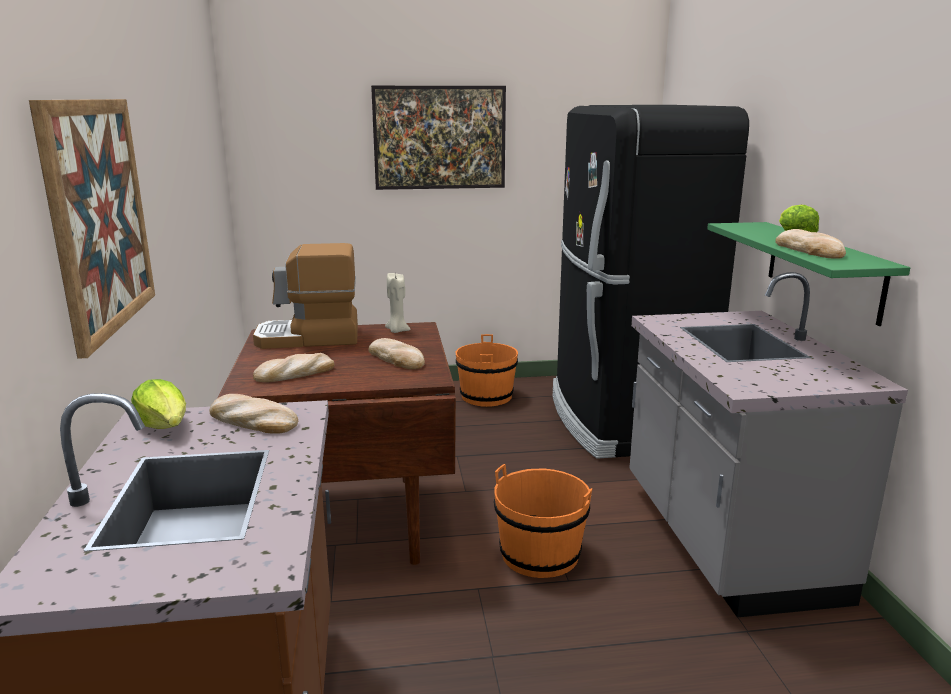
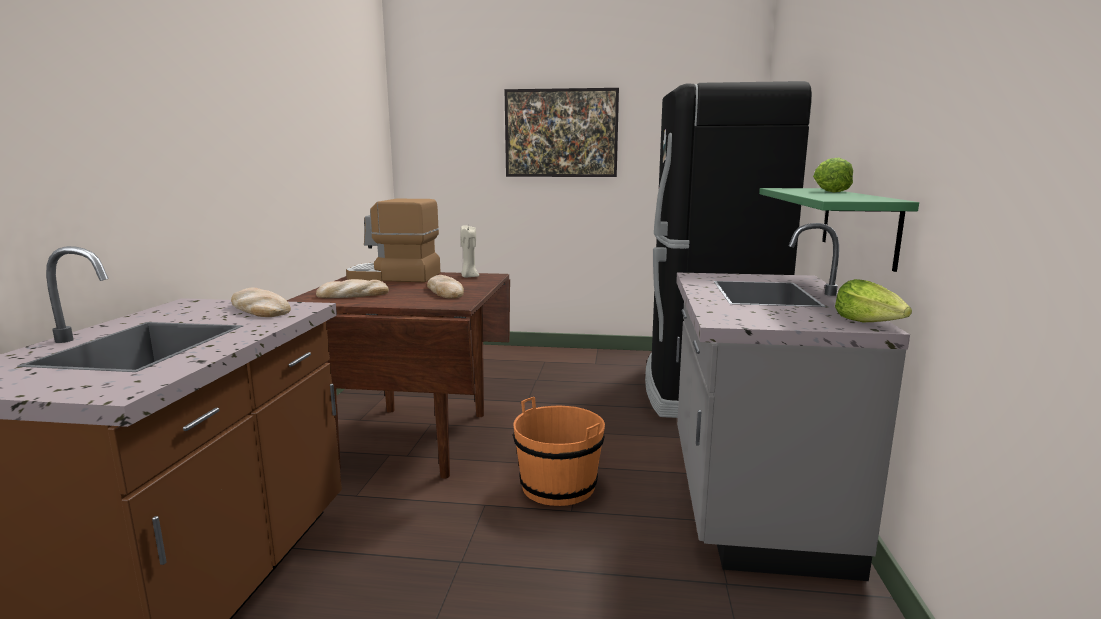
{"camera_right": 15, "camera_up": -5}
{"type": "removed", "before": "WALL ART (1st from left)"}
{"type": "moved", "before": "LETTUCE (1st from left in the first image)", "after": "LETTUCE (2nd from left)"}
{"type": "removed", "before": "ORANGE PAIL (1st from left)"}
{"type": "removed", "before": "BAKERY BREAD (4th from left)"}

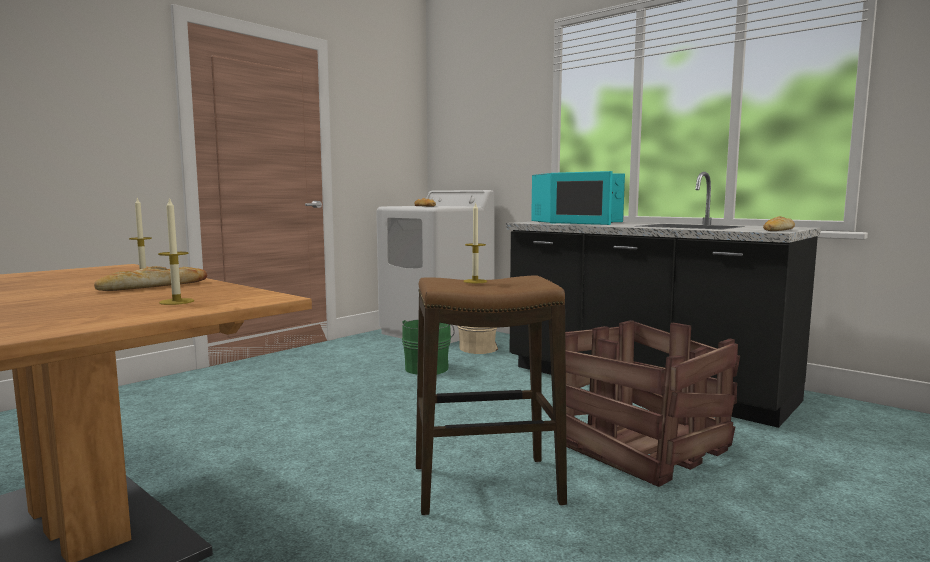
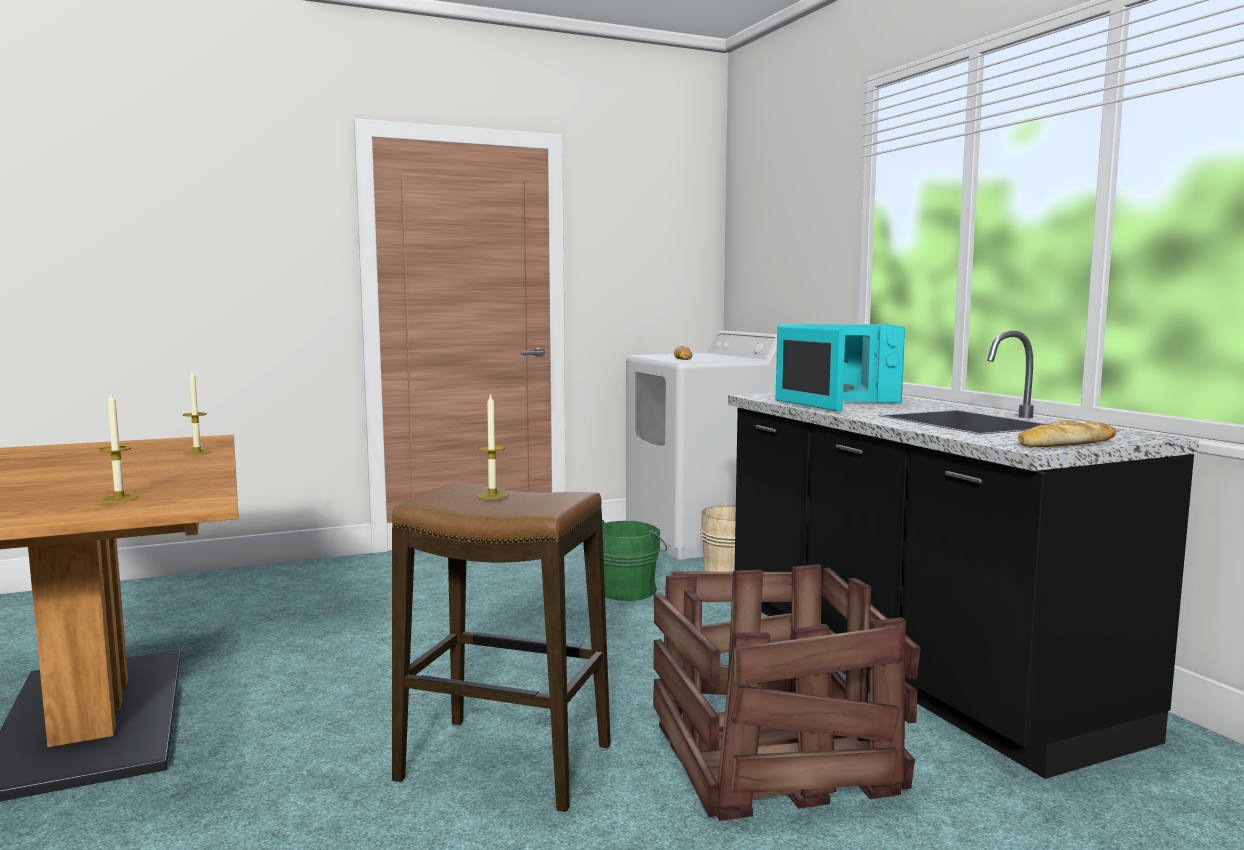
{"camera_right": 25, "camera_up": 0}
{"type": "removed", "before": "BAKERY BREAD (1st from left)"}

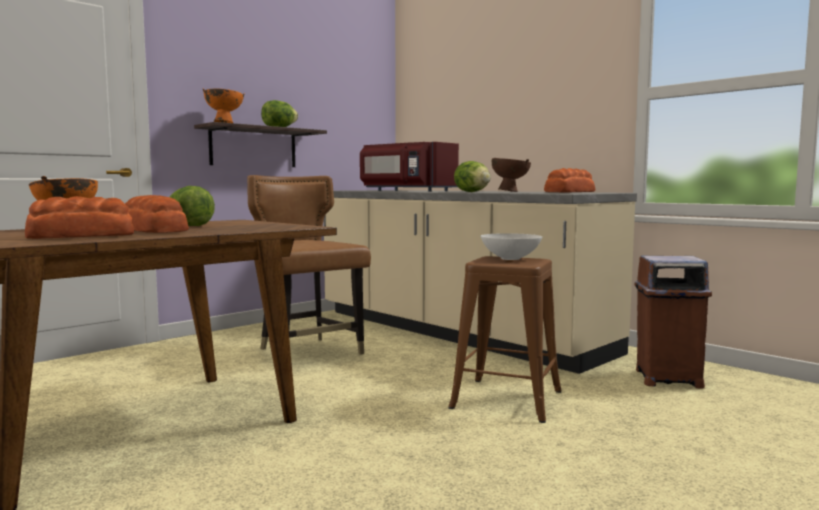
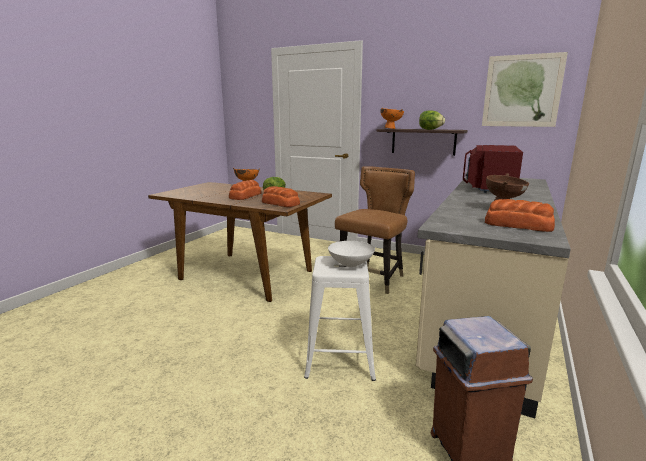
{"camera_right": 70, "camera_up": 10}
{"type": "moved", "before": "BAKERY BREAD (1st from left in the first image)", "after": "BAKERY BREAD (2nd from left)"}
{"type": "recoloured", "before": "BROWN-COLOURED SITTING STOOL", "after": "WHITE SITTING STOOL"}
{"type": "removed", "before": "LETTUCE (3rd from left)"}
{"type": "added", "after": "WALL ART"}

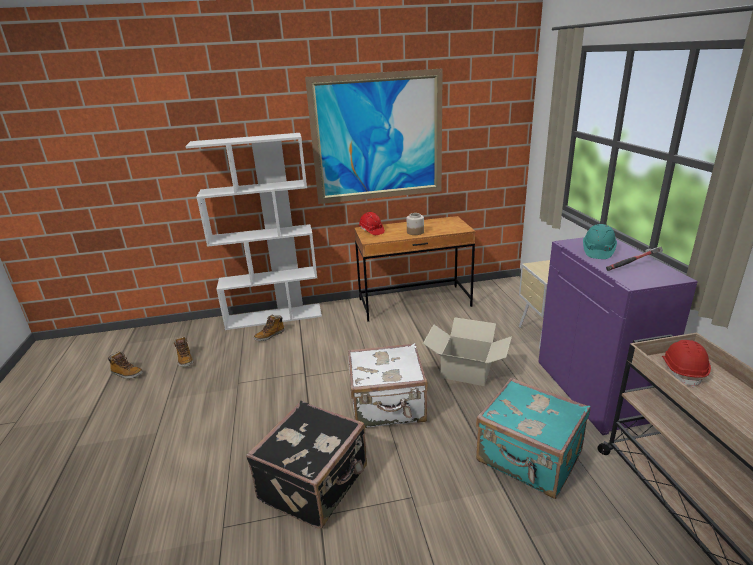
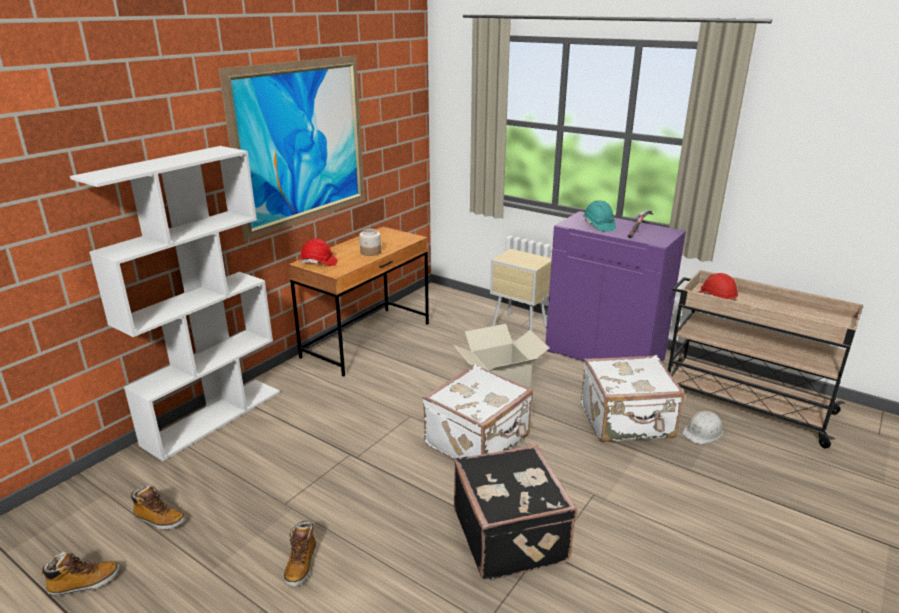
{"camera_right": -45, "camera_up": 0}
{"type": "moved", "before": "TALL BOOT (3rd from left)"}
{"type": "recoloured", "before": "BLUE-GREEN SUITCASE", "after": "WHITE SUITCASE (2nd from left)"}
{"type": "added", "after": "WHITE HARD HAT"}

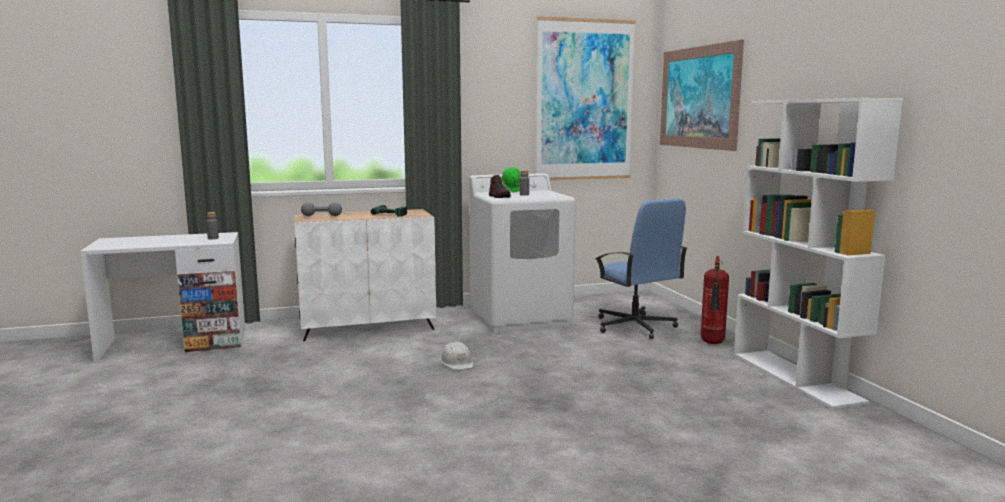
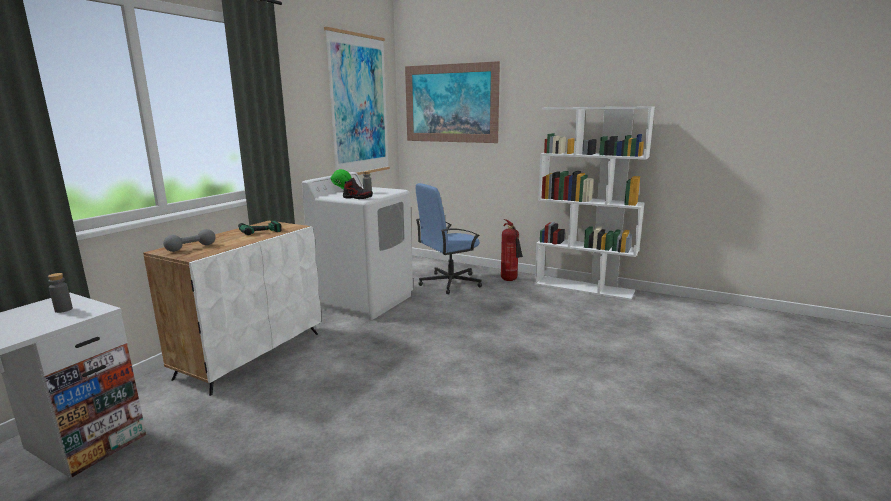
{"camera_right": -45, "camera_up": 5}
{"type": "removed", "before": "WHITE HARD HAT"}
{"type": "turned", "before": "BLUE OFFICE CHAIR", "turn": 135}

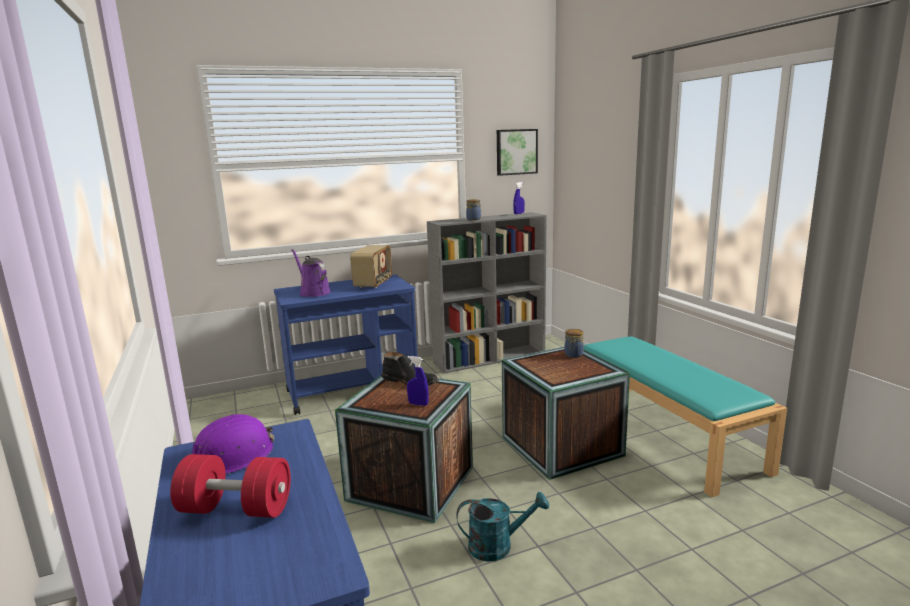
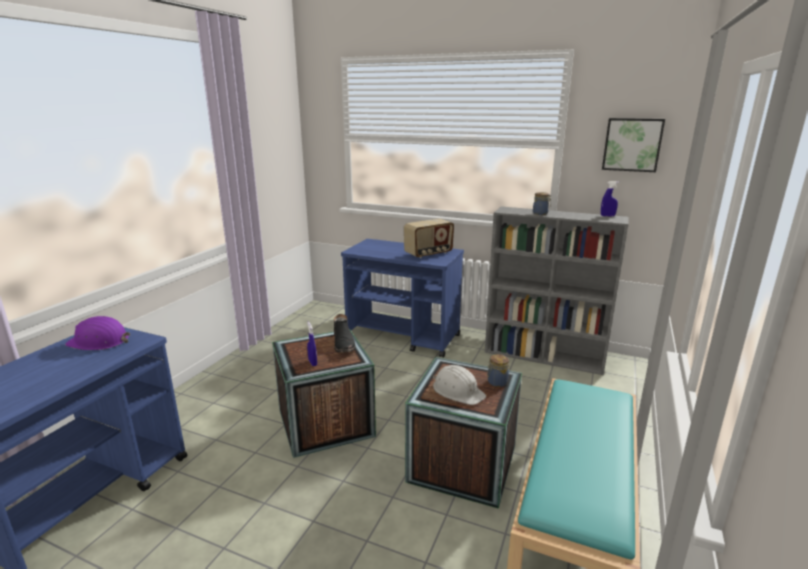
{"camera_right": 45, "camera_up": 5}
{"type": "removed", "before": "RED FREE WEIGHT"}
{"type": "removed", "before": "PURPLE WATERING POT"}
{"type": "removed", "before": "BLUE-GREEN WATERING POT"}
{"type": "added", "after": "WHITE HARD HAT"}

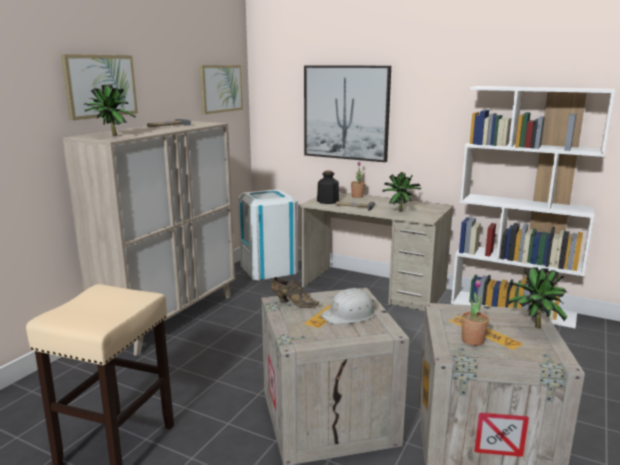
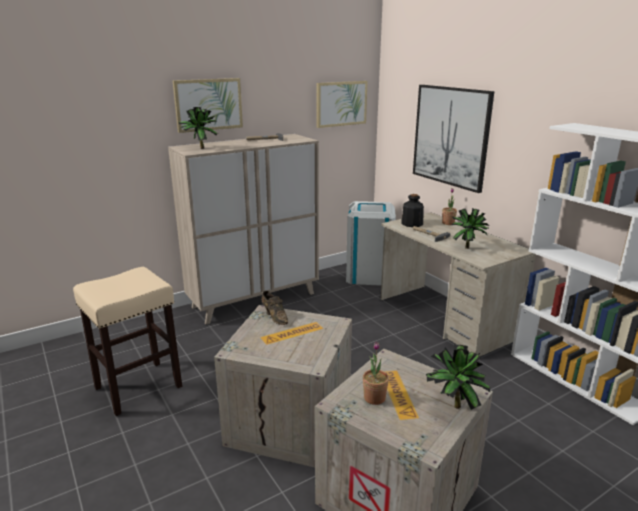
{"camera_right": 30, "camera_up": 5}
{"type": "removed", "before": "WHITE HARD HAT"}

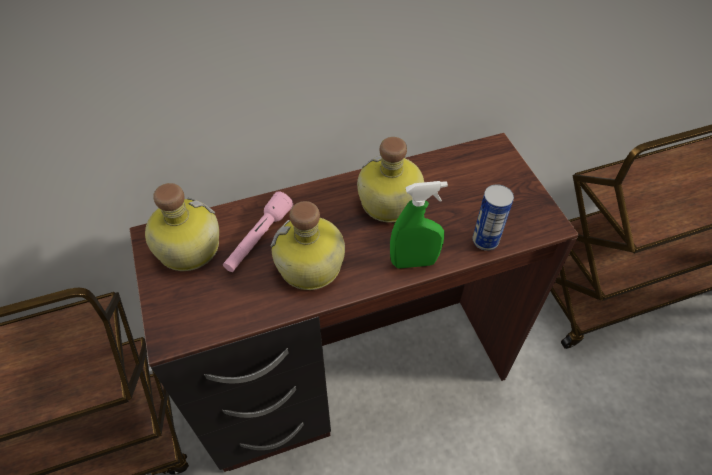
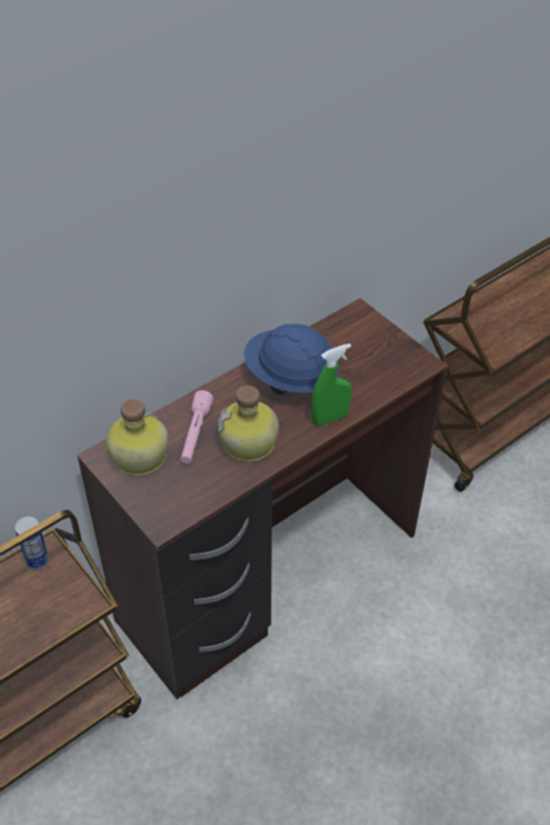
{"camera_right": -20, "camera_up": -5}
{"type": "replaced", "before": "DRINK BOTTLE (3rd from left)", "after": "BLUE HARD HAT"}
{"type": "moved", "before": "METAL CAN"}

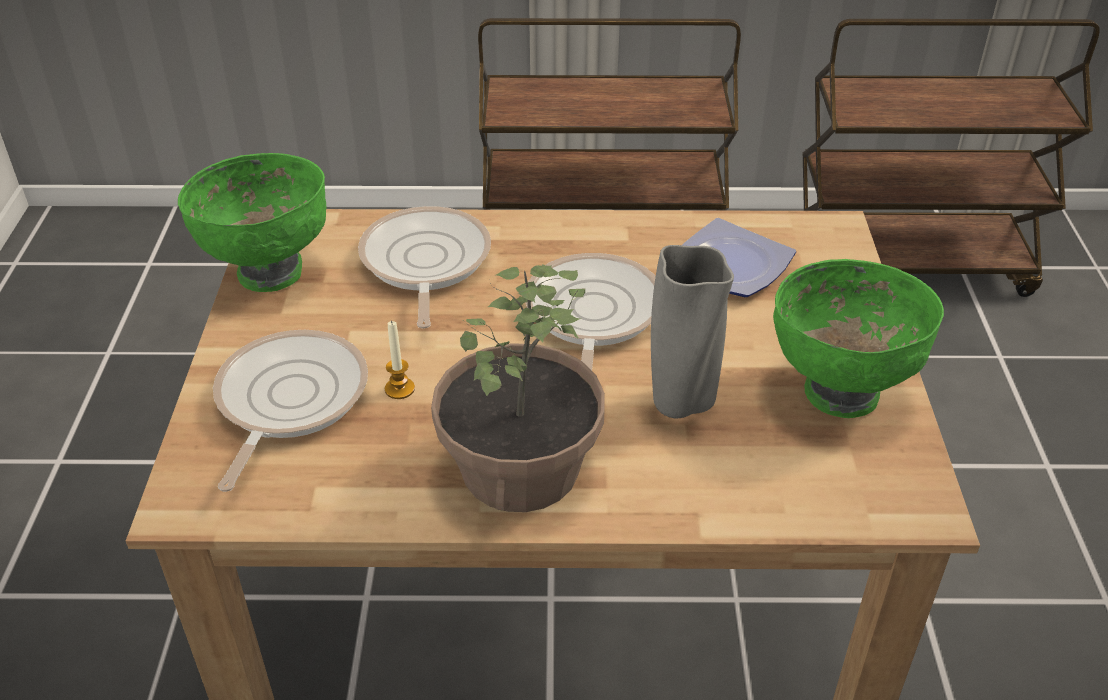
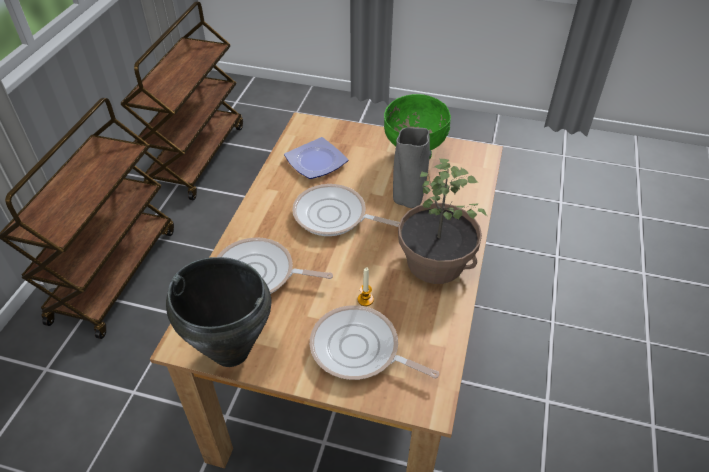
{"camera_right": -75, "camera_up": 5}
{"type": "replaced", "before": "GREEN-COLOURED SERVING BOWL (1st from left)", "after": "BLACK SAUCEPOT"}

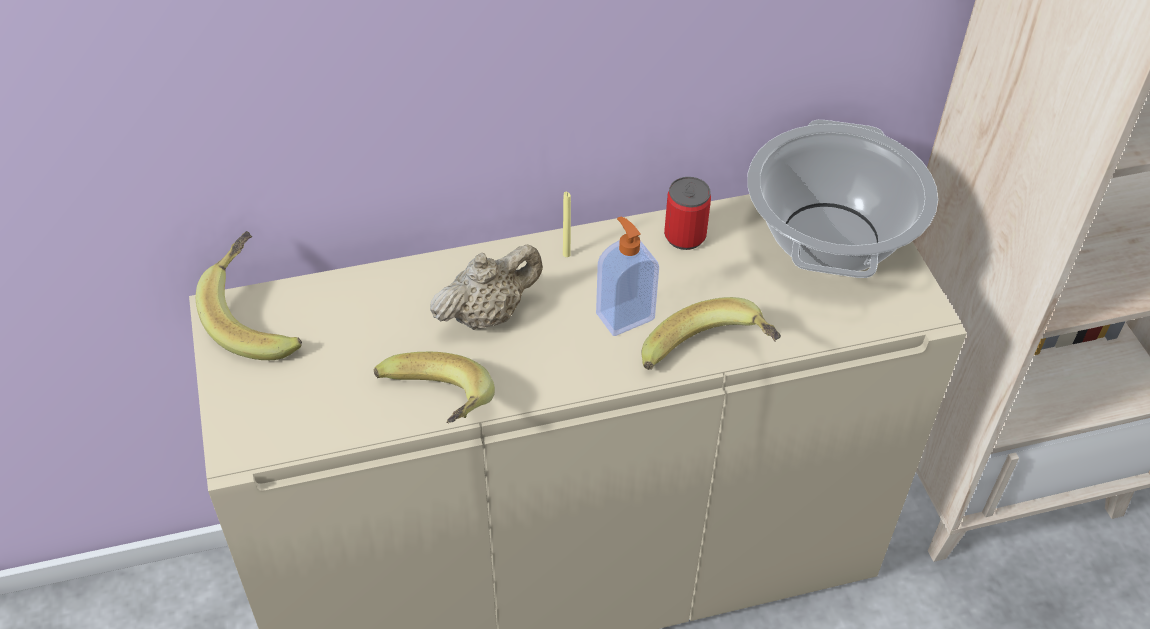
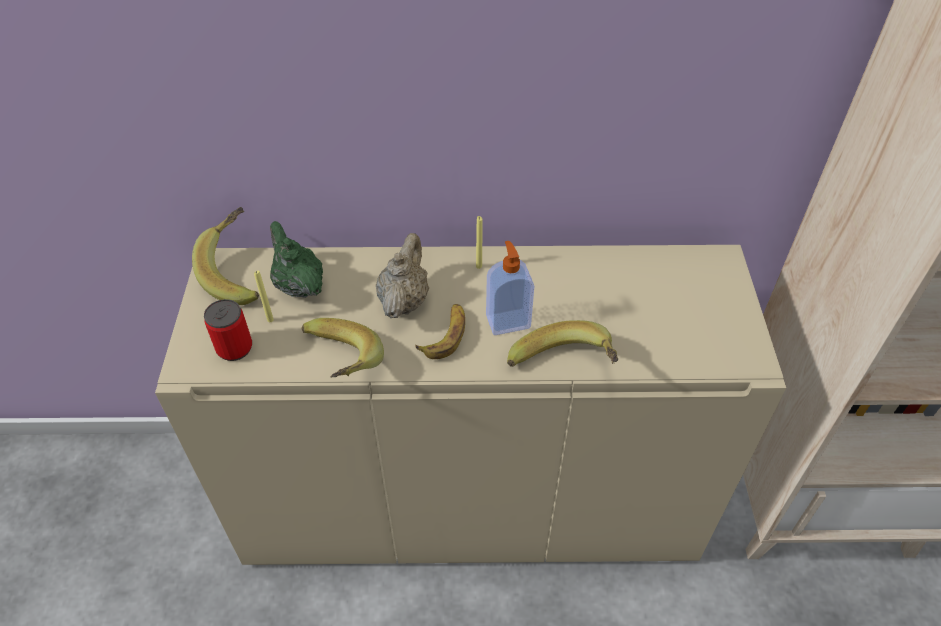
{"camera_right": 15, "camera_up": 0}
{"type": "turned", "before": "BEIGE-COLOURED TEAPOT", "turn": -60}
{"type": "moved", "before": "METAL CAN"}
{"type": "removed", "before": "SAUCEPOT"}
{"type": "added", "after": "YELLOWISH WAX CANDLE (1st from left)"}
{"type": "added", "after": "GREEN-COLOURED TEAPOT"}
{"type": "added", "after": "BANANA FRUIT (3rd from left)"}

